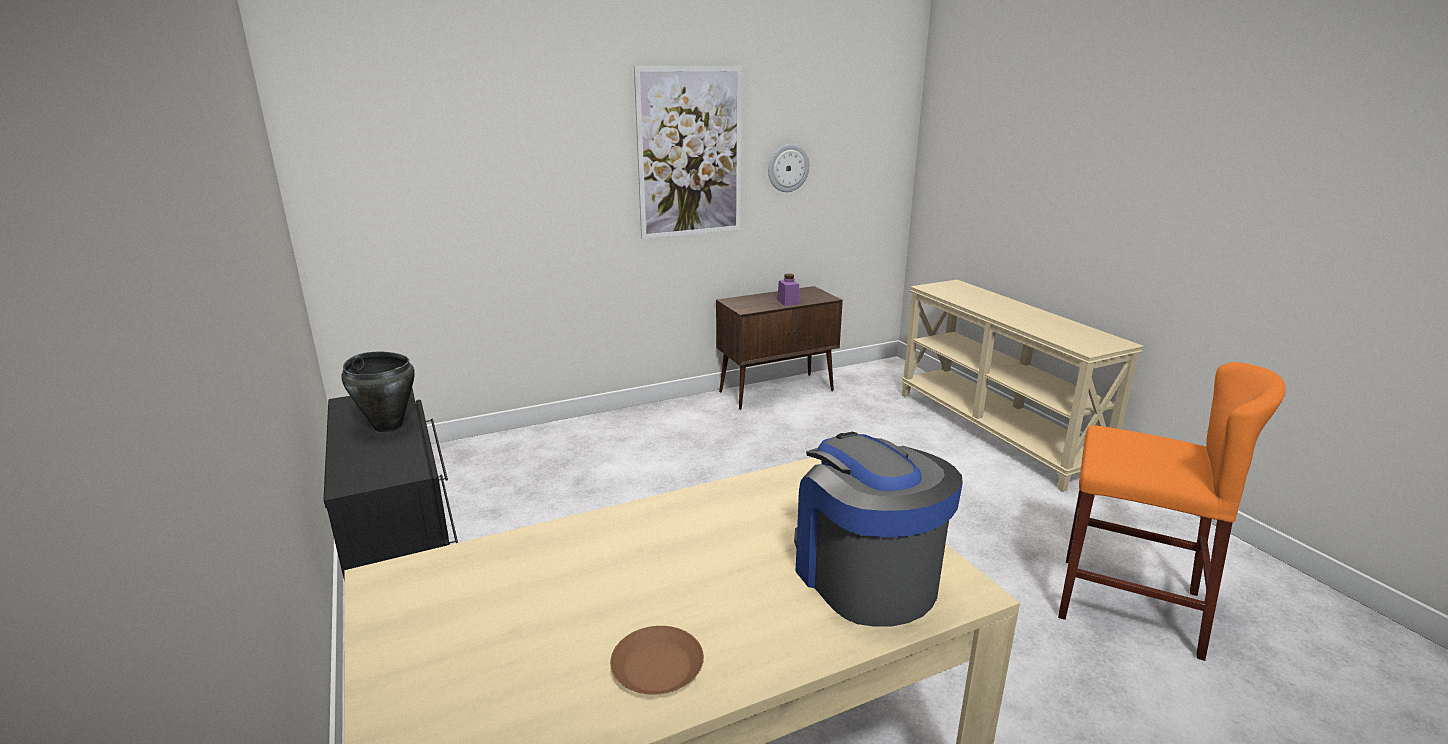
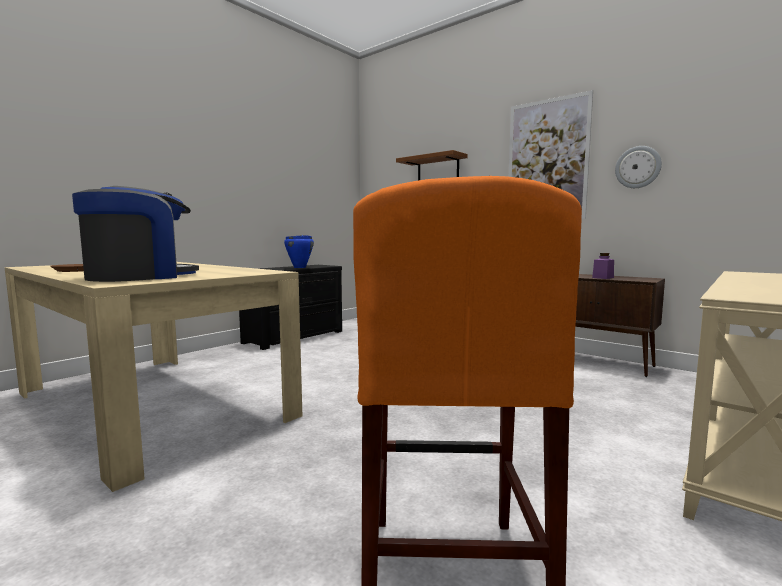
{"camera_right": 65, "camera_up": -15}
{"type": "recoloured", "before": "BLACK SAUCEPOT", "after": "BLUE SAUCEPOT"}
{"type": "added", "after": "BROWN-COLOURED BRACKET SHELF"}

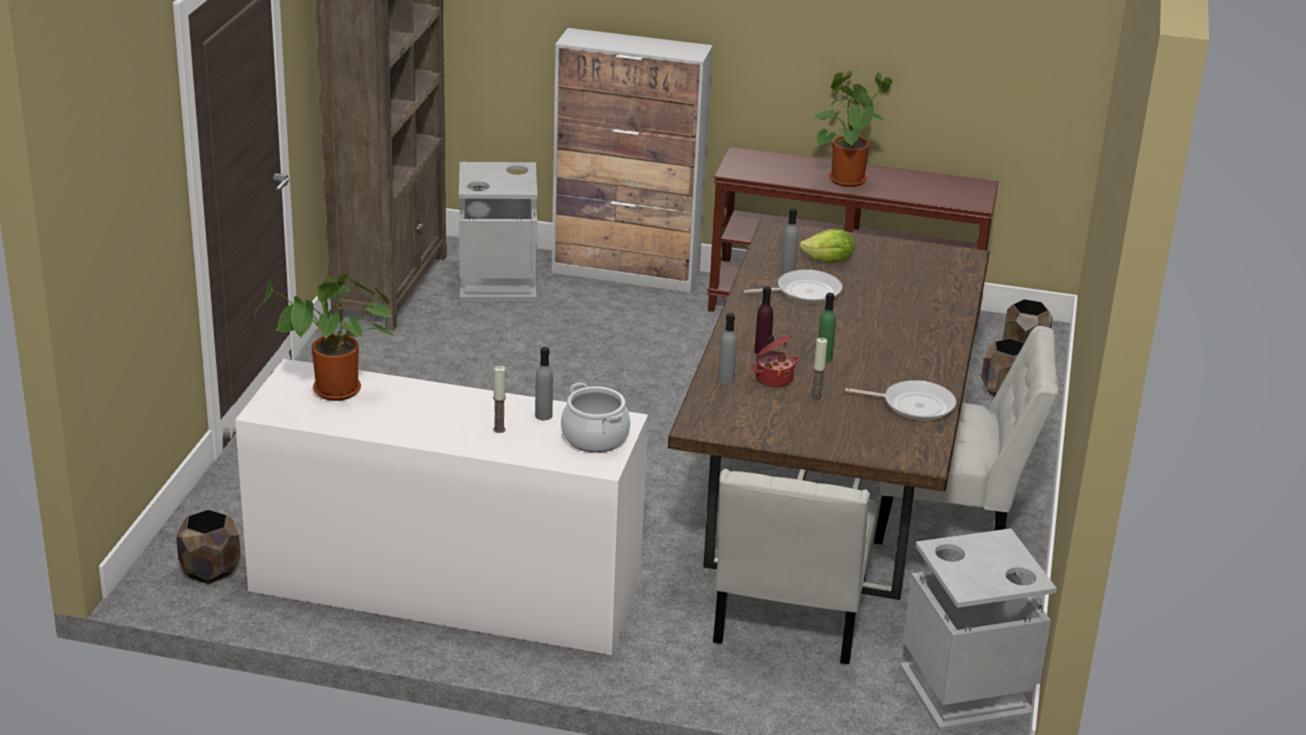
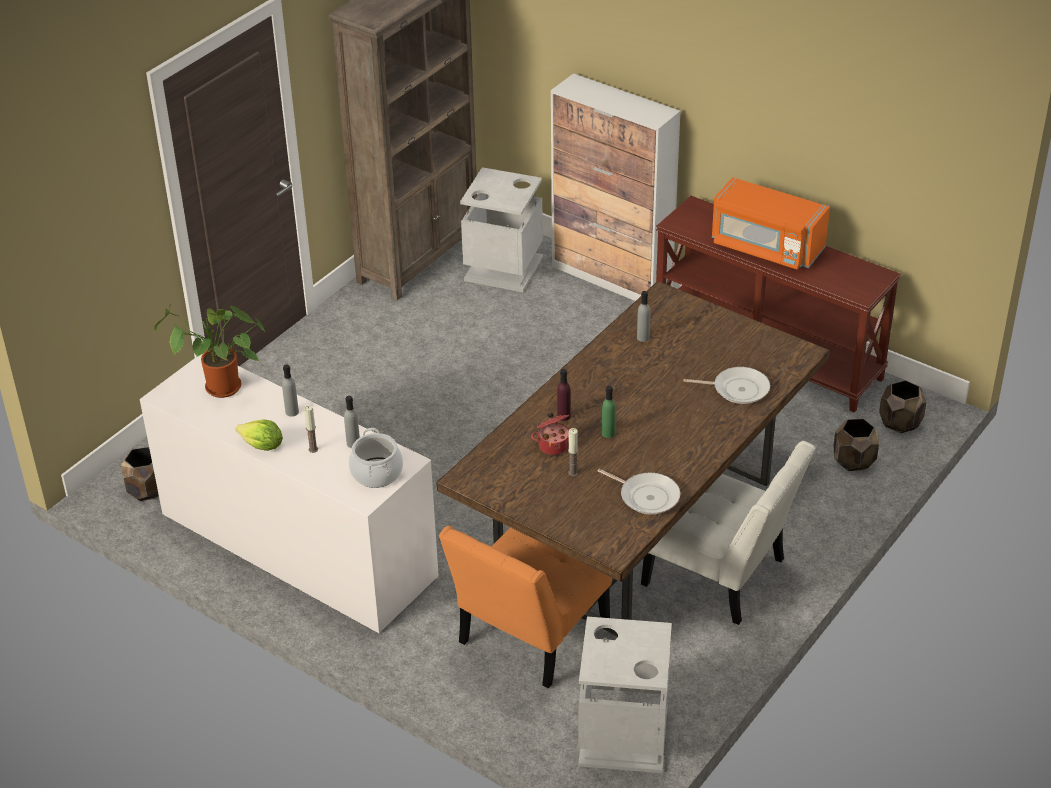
{"camera_right": 25, "camera_up": 10}
{"type": "recoloured", "before": "WHITE PLAIN CHAIR (1st from left)", "after": "ORANGE PLAIN CHAIR"}
{"type": "moved", "before": "GRAY DRINK BOTTLE (2nd from left in the first image)", "after": "GRAY DRINK BOTTLE (1st from left)"}
{"type": "moved", "before": "PAN (1st from left in the first image)", "after": "PAN (2nd from left)"}
{"type": "moved", "before": "LETTUCE"}
{"type": "replaced", "before": "HOUSEPLANT (2nd from left)", "after": "ORANGE MICROWAVE"}

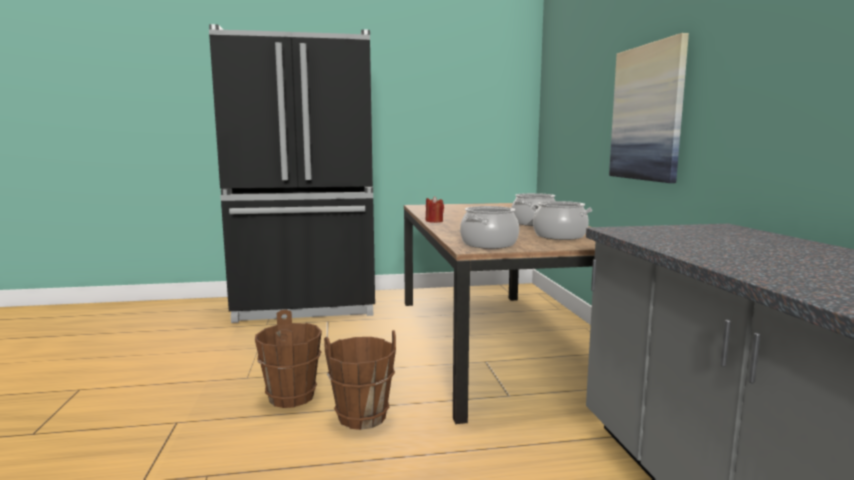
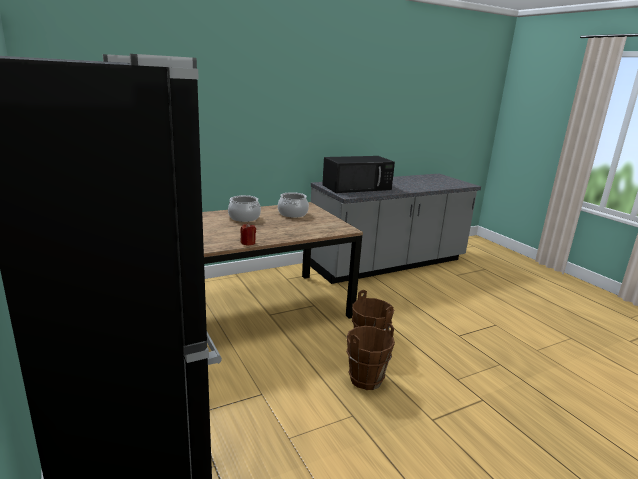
{"camera_right": -110, "camera_up": 10}
{"type": "removed", "before": "SAUCEPOT (1st from left)"}
{"type": "removed", "before": "WALL ART"}
{"type": "added", "after": "BLACK MICROWAVE"}

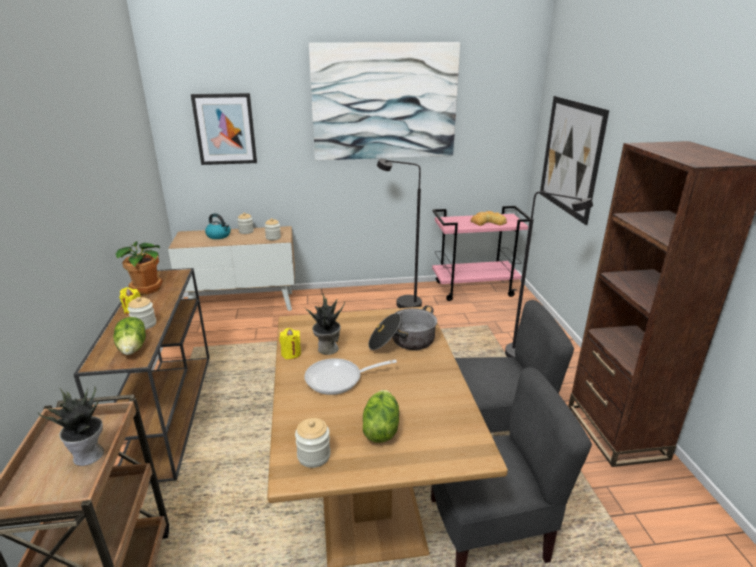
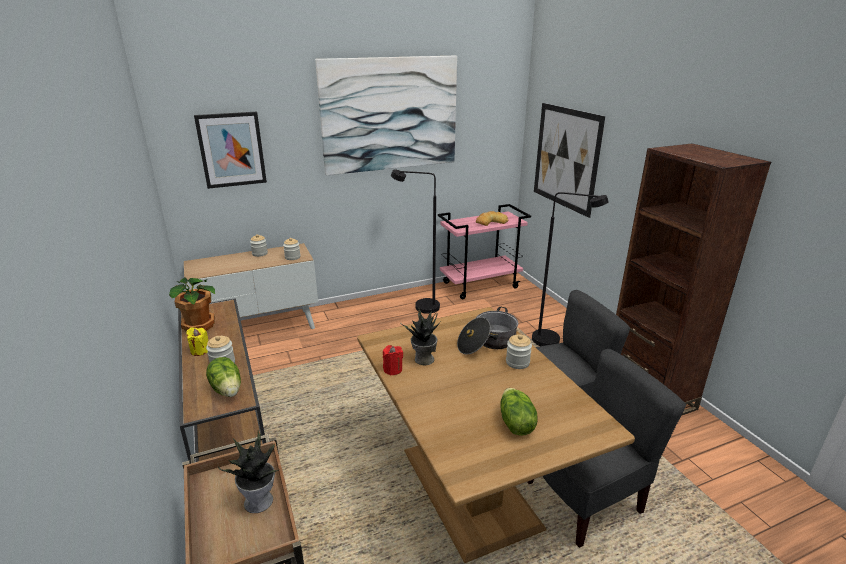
{"camera_right": -15, "camera_up": 0}
{"type": "removed", "before": "KETTLE"}
{"type": "recoloured", "before": "YELLOWISH WAX CANDLE (2nd from left)", "after": "RED WAX CANDLE"}
{"type": "moved", "before": "JAR (4th from left)"}
{"type": "removed", "before": "PAN"}

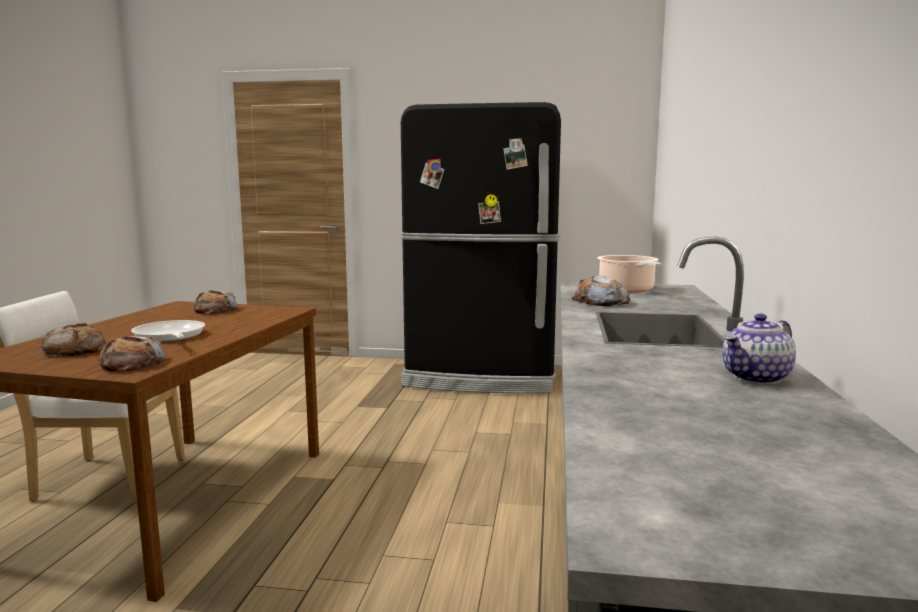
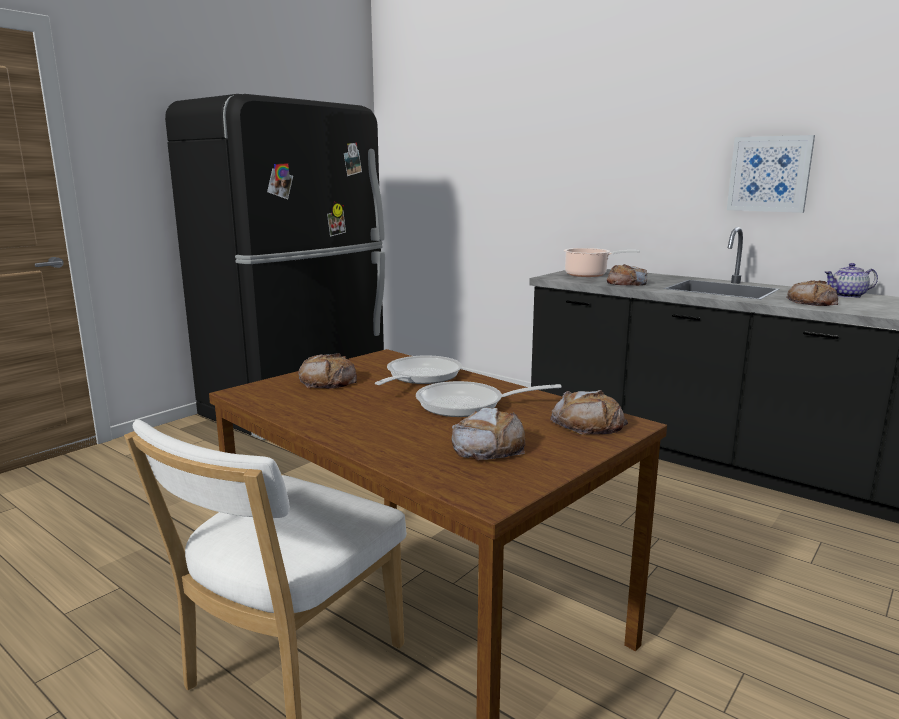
{"camera_right": -60, "camera_up": 5}
{"type": "turned", "before": "TEAPOT", "turn": 90}
{"type": "added", "after": "PAN (1st from left)"}
{"type": "added", "after": "WALL ART"}
{"type": "added", "after": "BAKERY BREAD (5th from left)"}

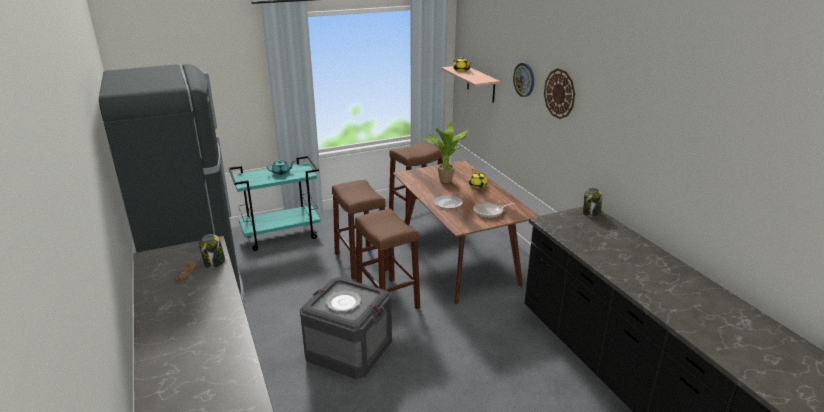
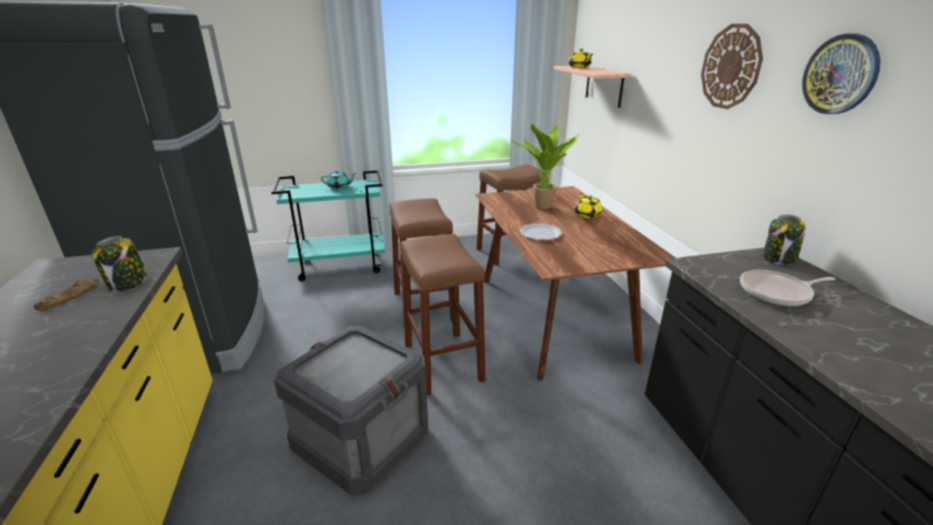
{"camera_right": 10, "camera_up": 0}
{"type": "removed", "before": "DINNER PLATE (1st from left)"}
{"type": "moved", "before": "PAN"}
{"type": "moved", "before": "HANGING CLOCK (1st from left in the first image)", "after": "HANGING CLOCK (2nd from left)"}

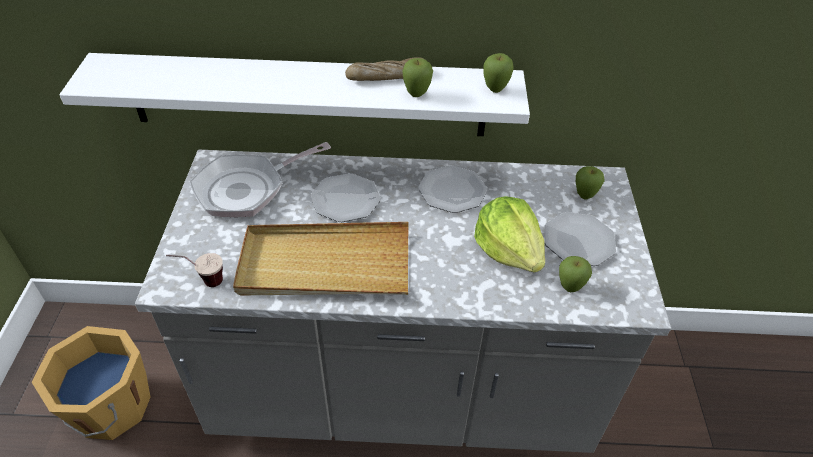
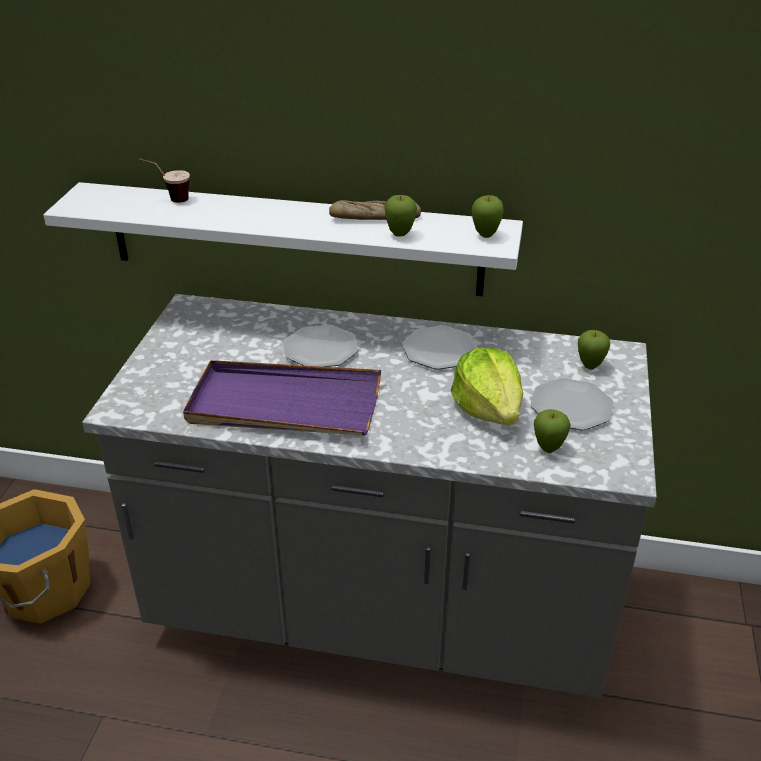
{"camera_right": 10, "camera_up": -10}
{"type": "moved", "before": "SMALL CUP"}
{"type": "removed", "before": "PAN"}
{"type": "recoloured", "before": "BEIGE-COLOURED SERVING TRAY", "after": "PURPLE SERVING TRAY"}

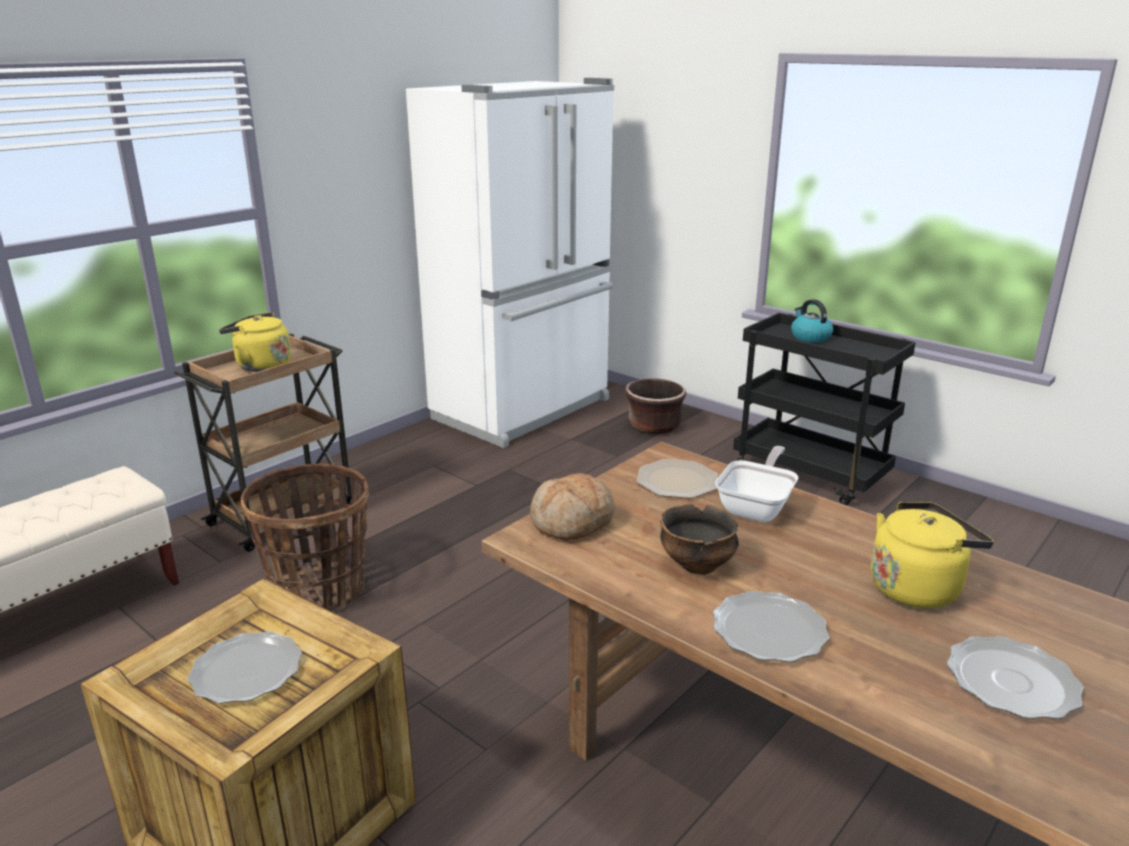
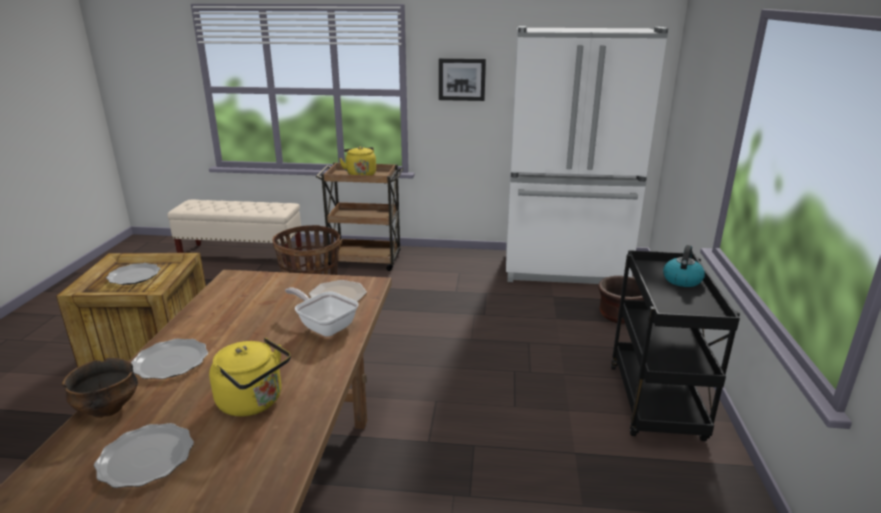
{"camera_right": 55, "camera_up": 0}
{"type": "removed", "before": "BAKERY BREAD"}
{"type": "moved", "before": "SERVING BOWL"}
{"type": "turned", "before": "PAN", "turn": -135}
{"type": "added", "after": "WALL ART"}

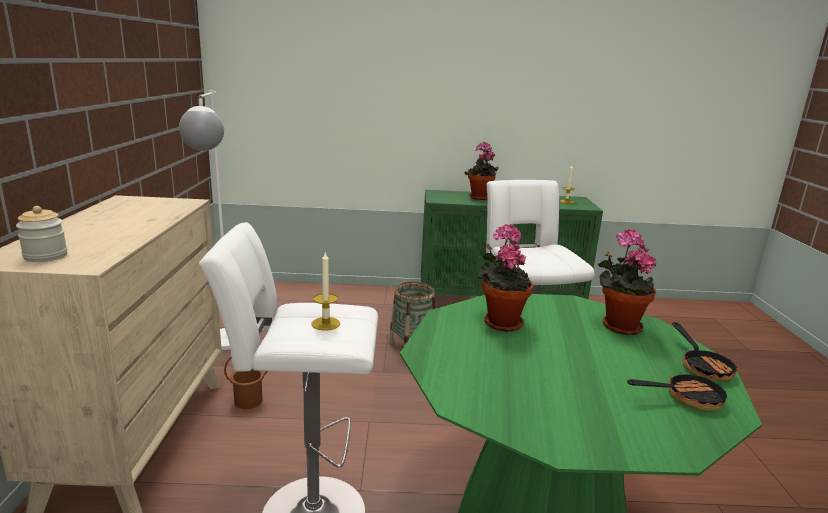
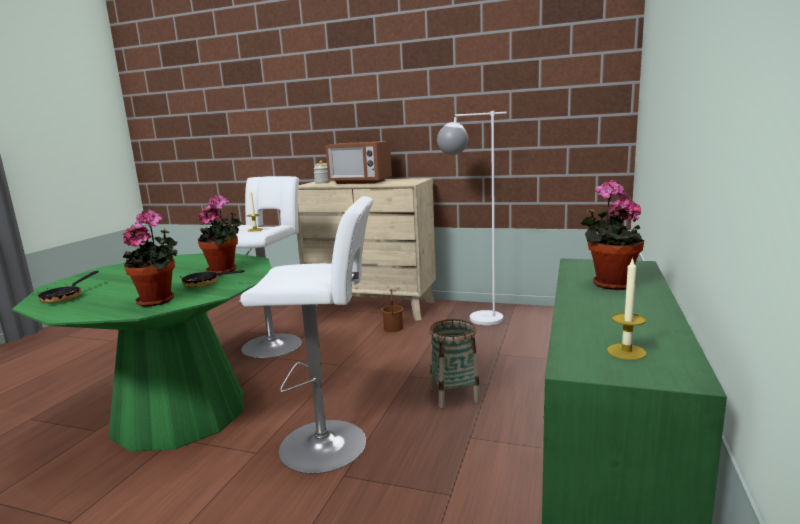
{"camera_right": 110, "camera_up": -5}
{"type": "moved", "before": "PAN (2nd from left)"}
{"type": "added", "after": "MICROWAVE"}

